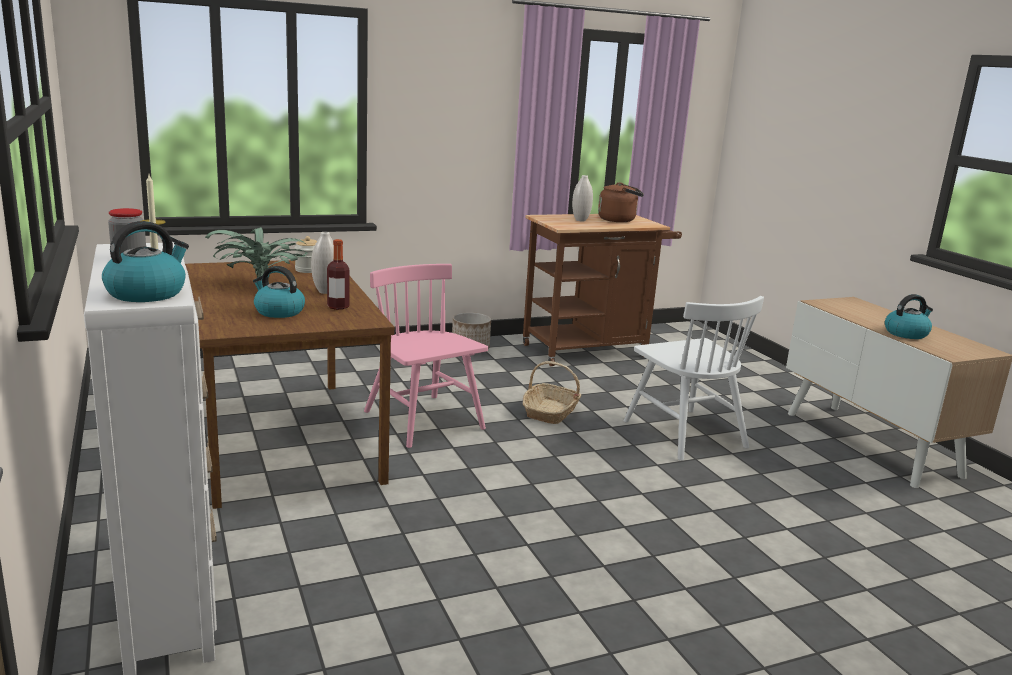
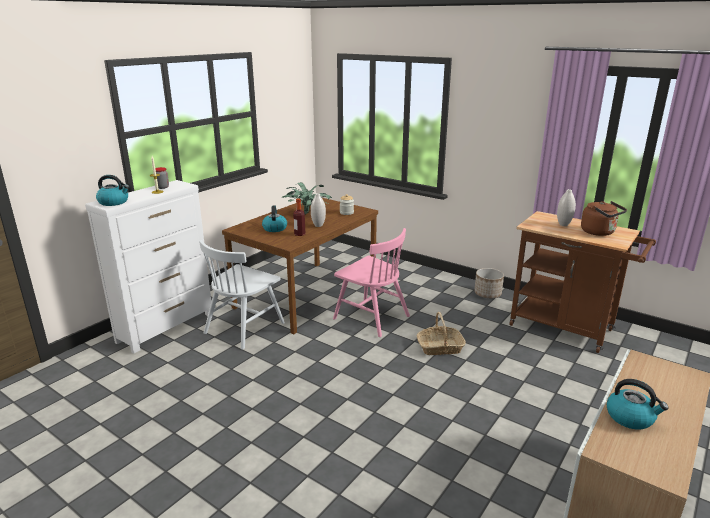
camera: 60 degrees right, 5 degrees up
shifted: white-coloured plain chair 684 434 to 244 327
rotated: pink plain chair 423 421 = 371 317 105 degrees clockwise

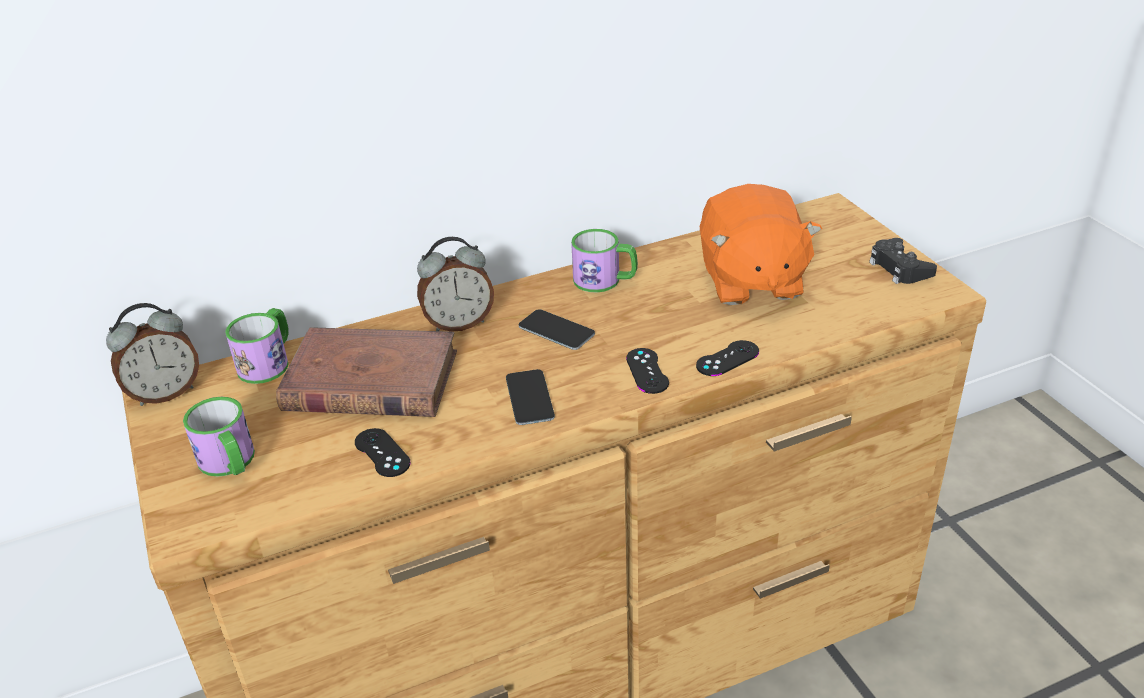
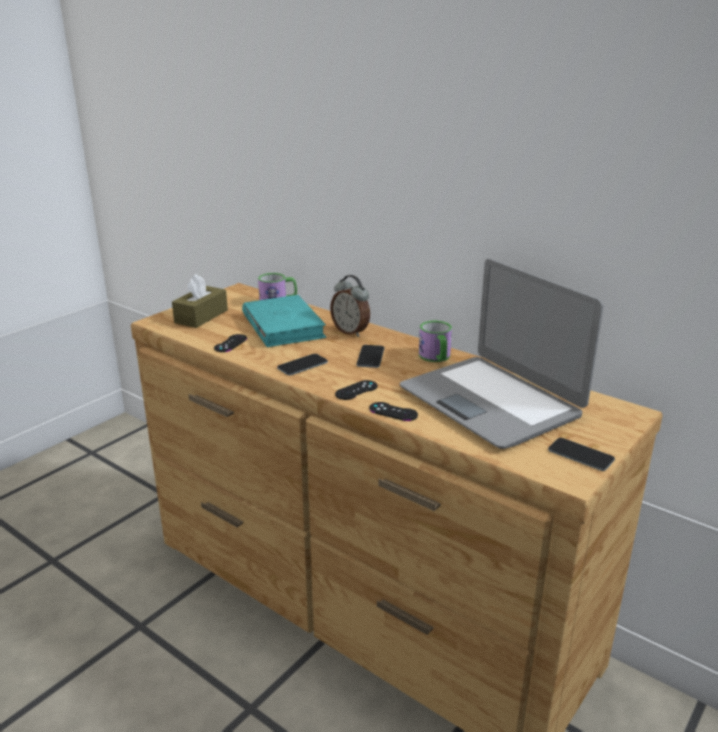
camera: 60 degrees right, 10 degrees down
gone: bedside clock 165 393
swapped: mug 230 463 to brown-coloured tissue holder 201 316; orange-coloured plush toy 750 281 to laptop 490 401; black gamepad 899 268 to handset 580 455
repainted: brown-coloured volume 370 381 to blue-green volume 283 326

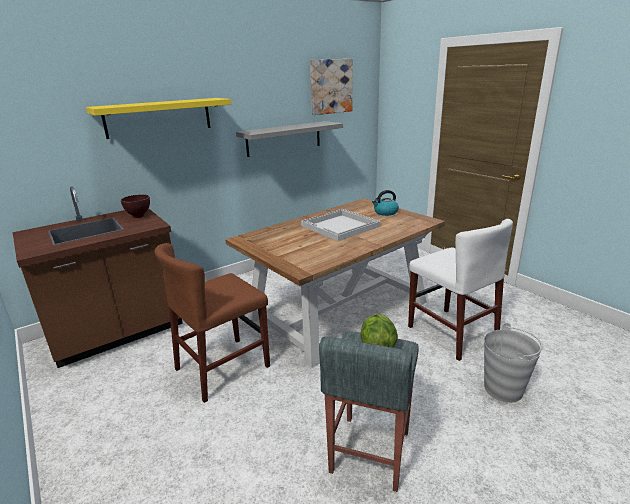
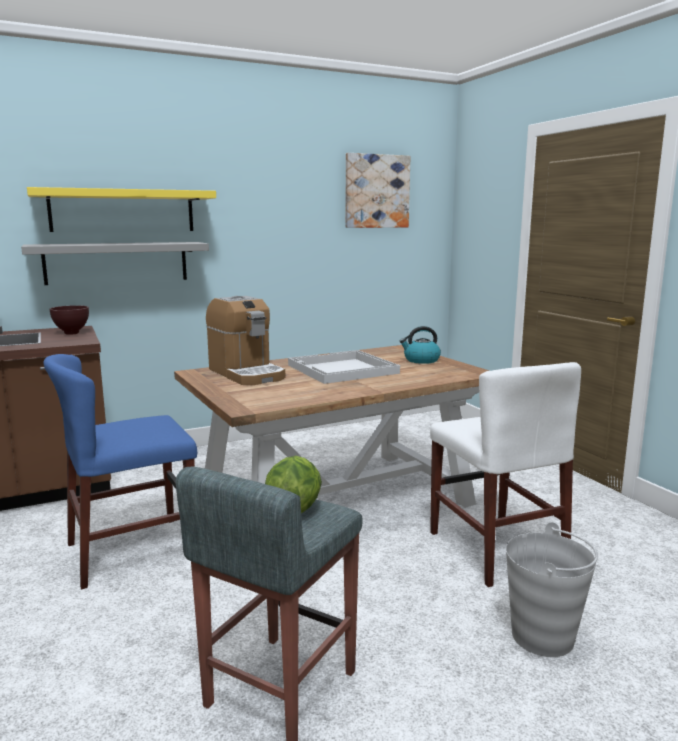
camera: 10 degrees right, 10 degrees down
new: coffee brewer 246 373
shifted: gray wall shelf 284 138 to 117 262
repainted: brown-coloured plain chair 223 367 to blue-coloured plain chair 132 550

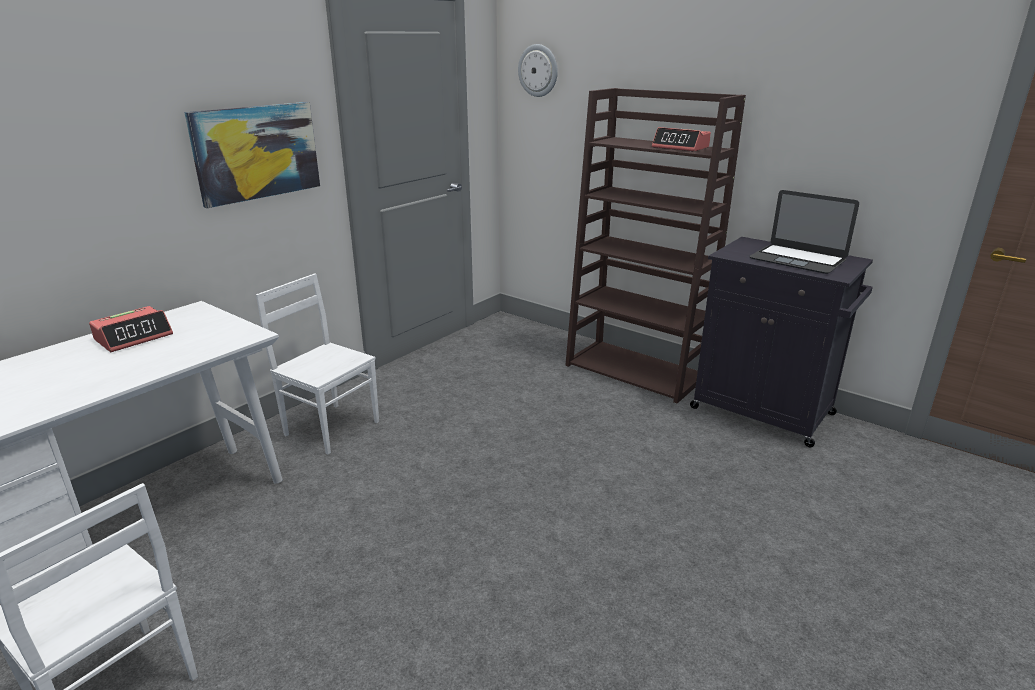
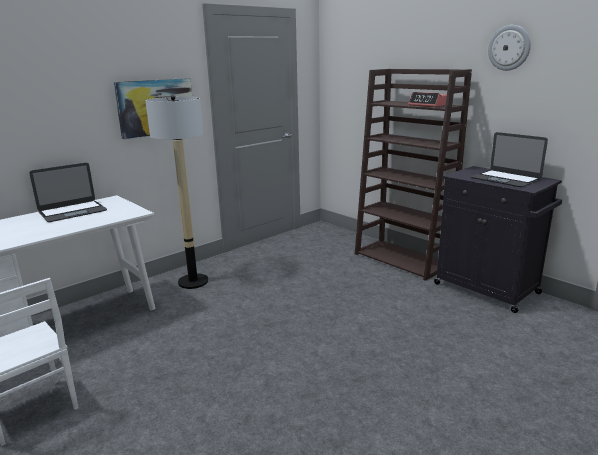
camera: 10 degrees right, 5 degrees down
shifted: wall clock 538 70 to 509 48
swapped: bedside clock 134 337 to laptop 72 211; white-coloured plain chair 332 427 to standing lamp 193 281

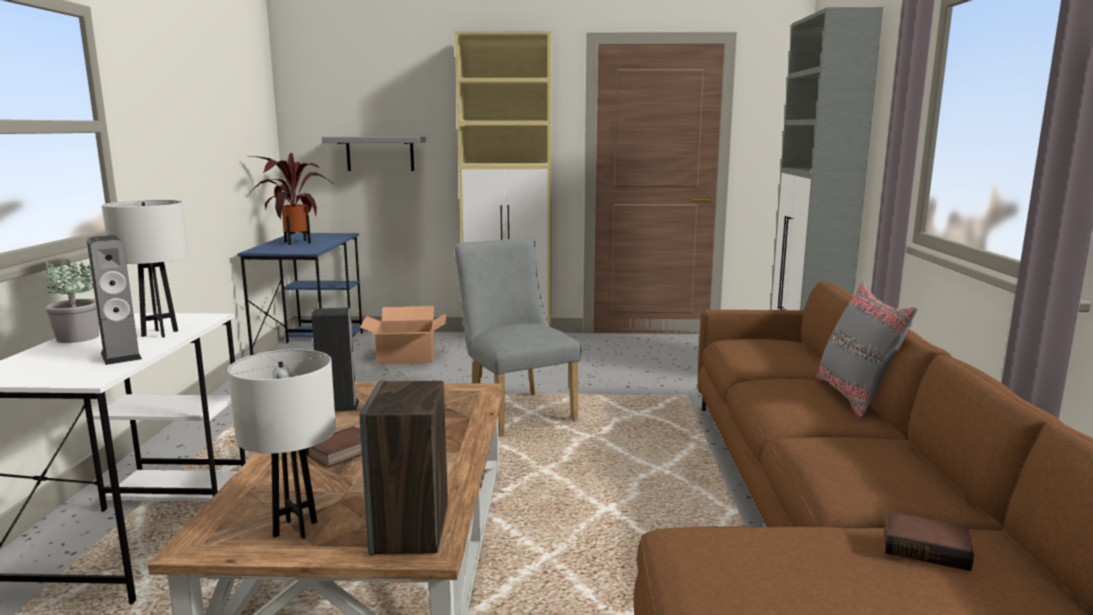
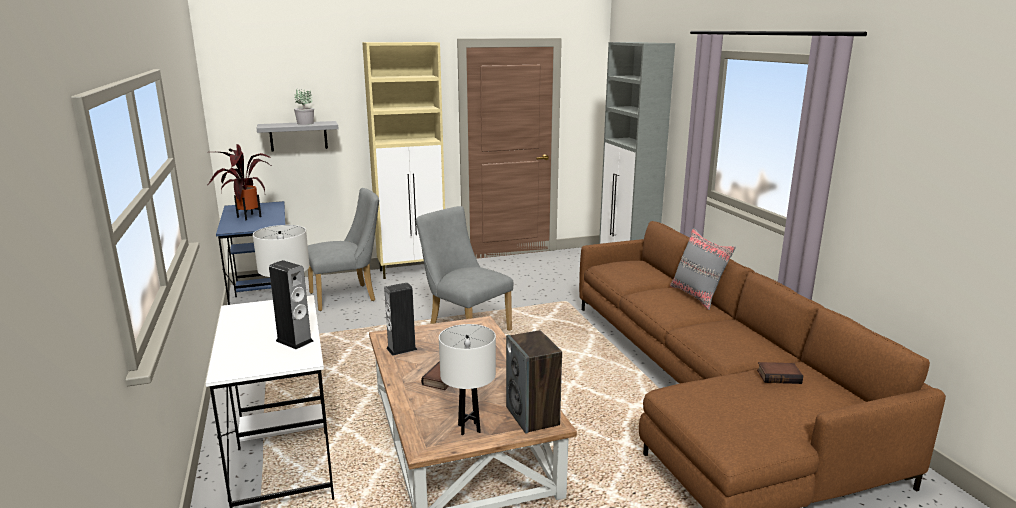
camera: 20 degrees left, 5 degrees up
shifted: plant in a pot 77 338 to 305 123
swapped: carton 406 356 to gray plain chair 348 296

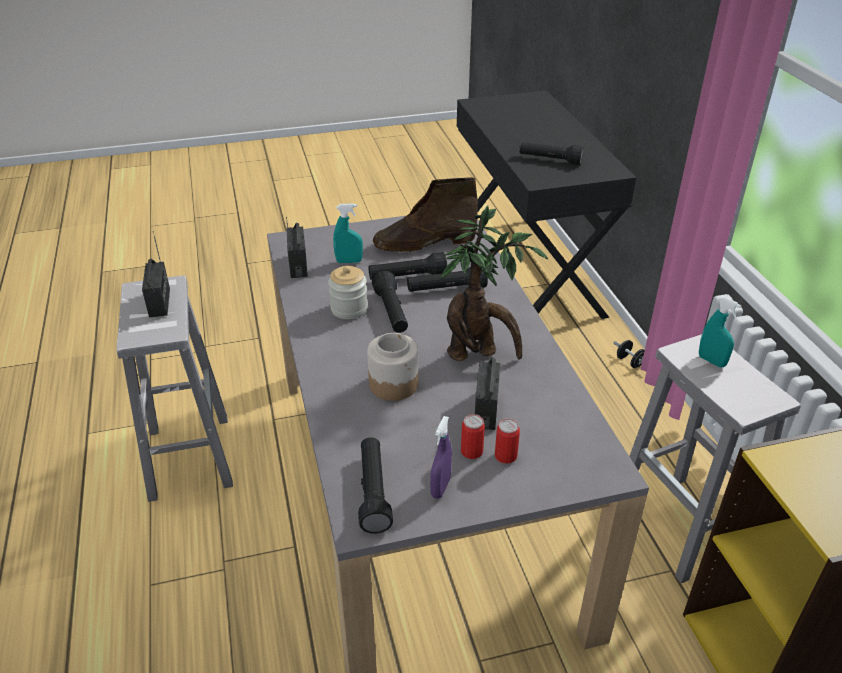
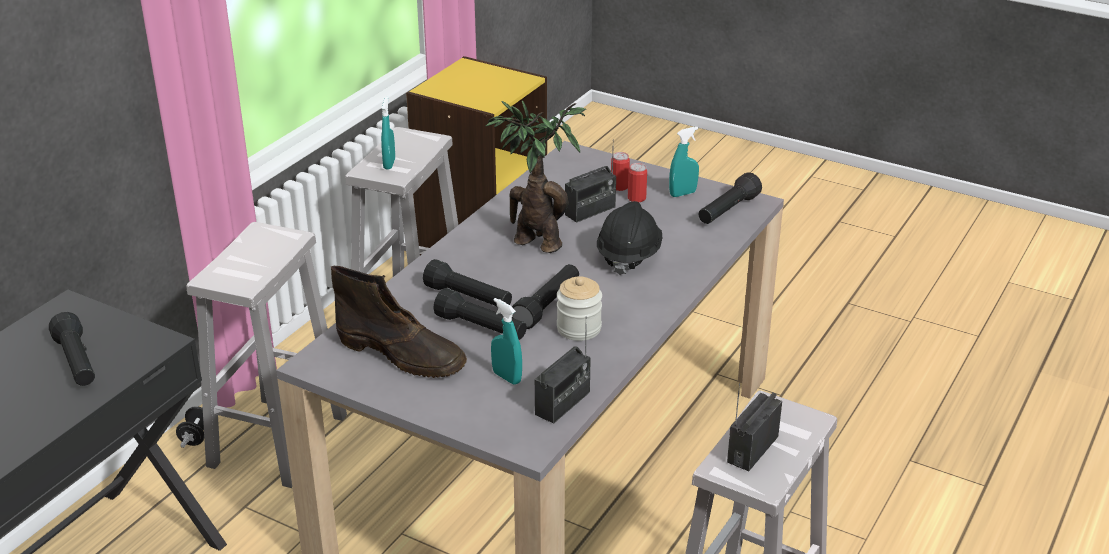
camera: 135 degrees left, 5 degrees down
new: white-coloured stool seat 279 439
swapped: preserve jar 393 384 to black work helmet 629 255
repainted: purplish spray bottle 440 487 to blue-green spray bottle 683 194

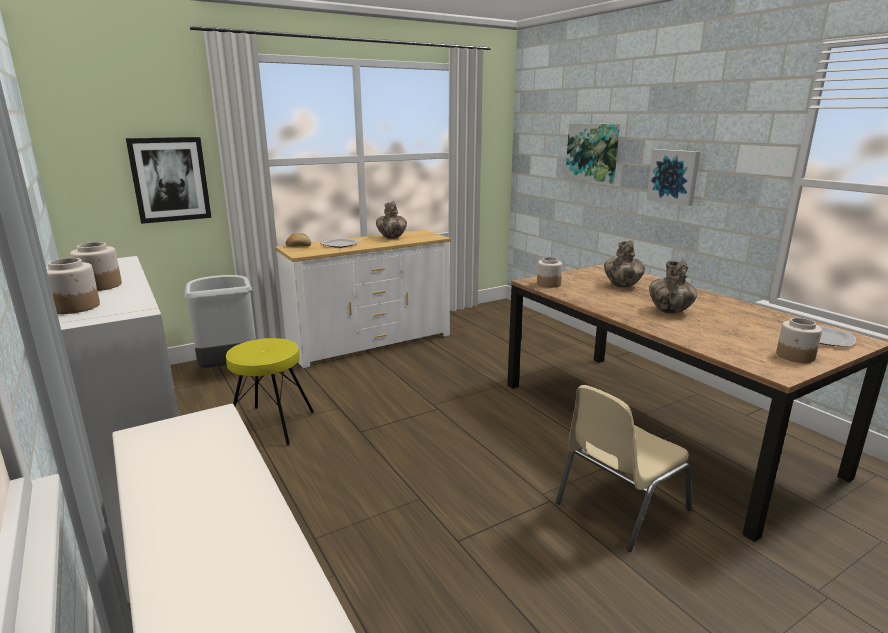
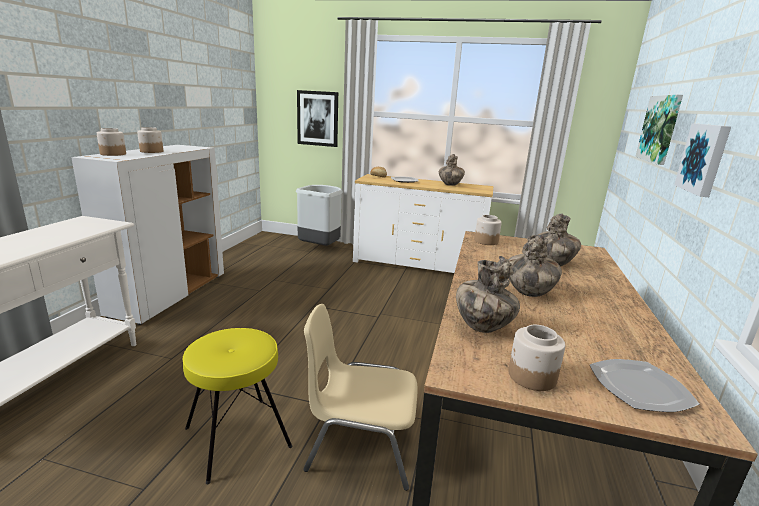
camera: 45 degrees right, 0 degrees up
new: vase 482 327
shifted: yellow-coloured stool seat 271 425 to 238 436

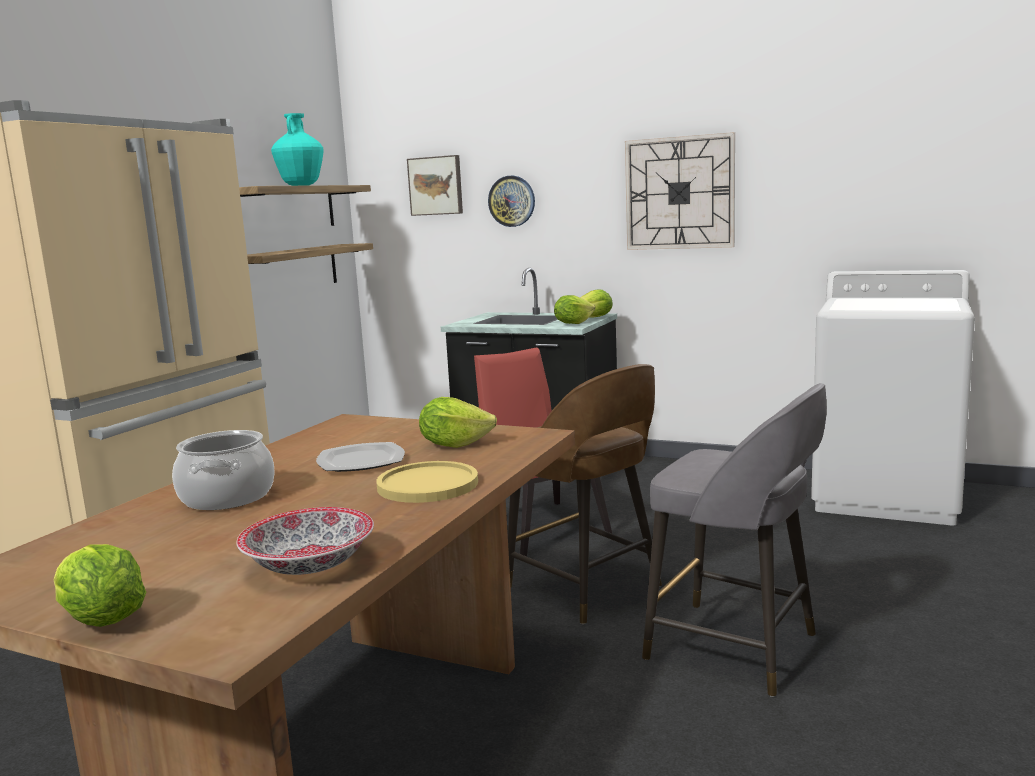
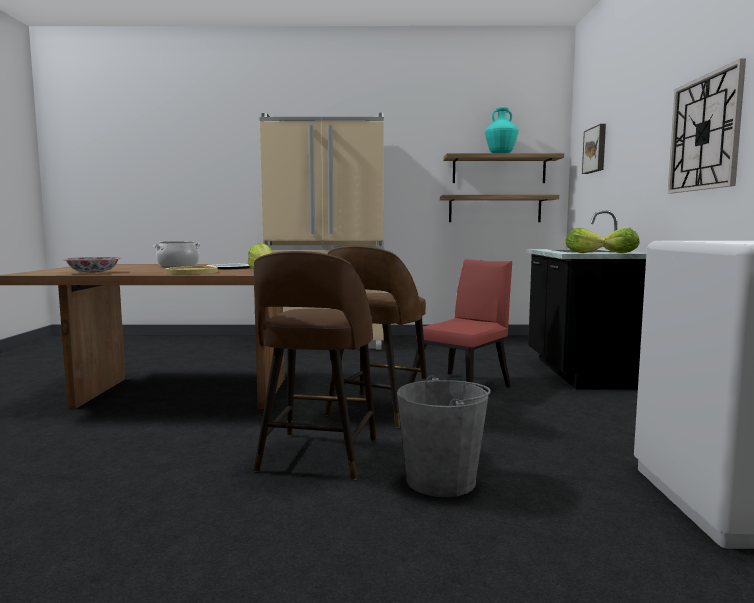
camera: 65 degrees right, 5 degrees down
gone: head of lettuce 101 620; wall clock 512 201
new: gray water bucket 441 480
repainted: gray stool seat 736 648 to brown-coloured stool seat 317 456

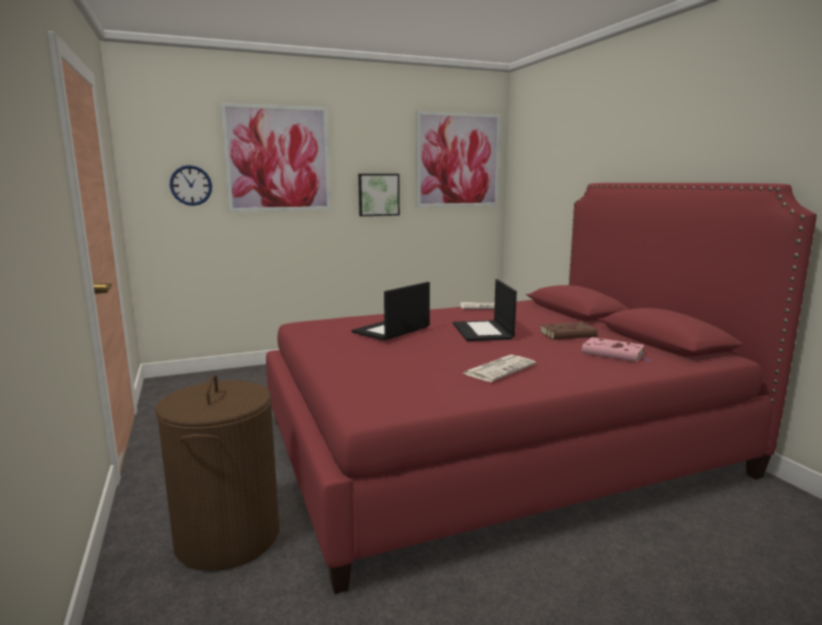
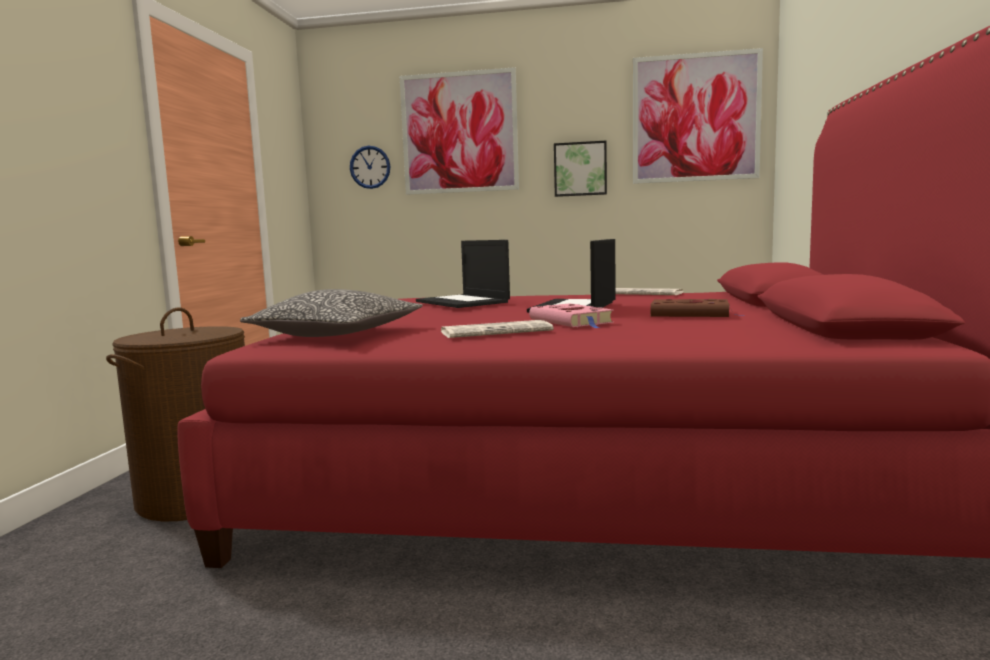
camera: 30 degrees right, 5 degrees down
new: pillow 337 334
shifted: pink volume 614 354 to 572 321
rotated: laptop 391 330 = 463 302 105 degrees counterclockwise

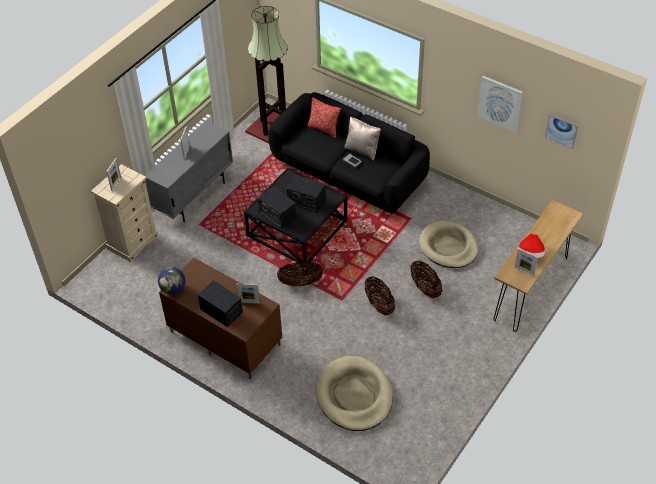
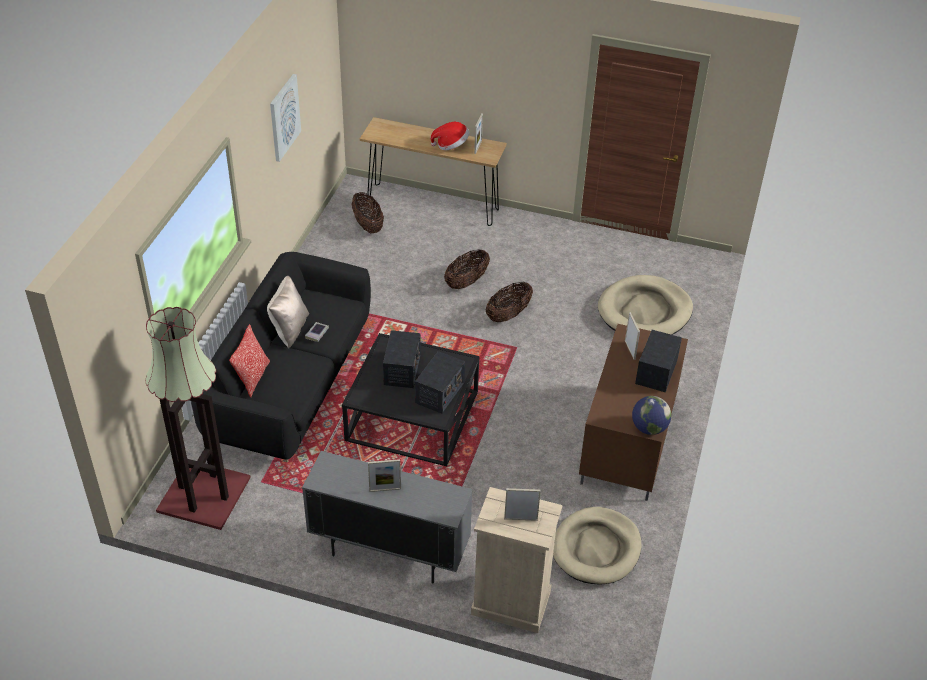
camera: 110 degrees left, 5 degrees down
gone: wall picture 562 130
shifted: household basket 300 282 to 368 225; sand-coloured dog bed 448 247 to 596 548

